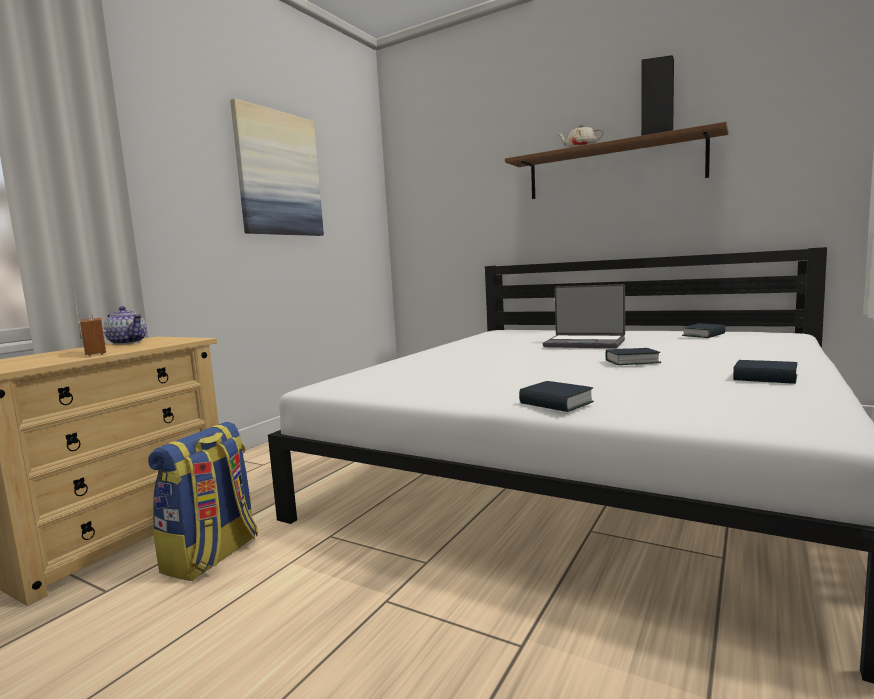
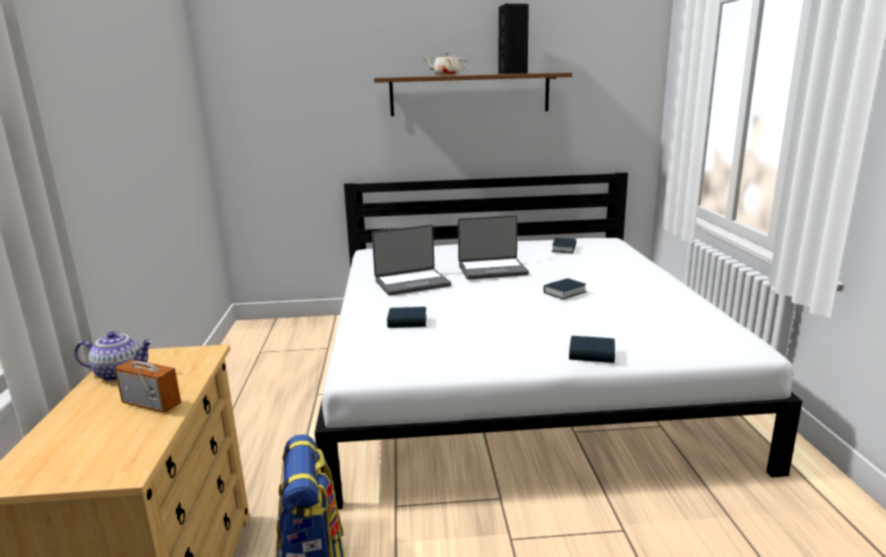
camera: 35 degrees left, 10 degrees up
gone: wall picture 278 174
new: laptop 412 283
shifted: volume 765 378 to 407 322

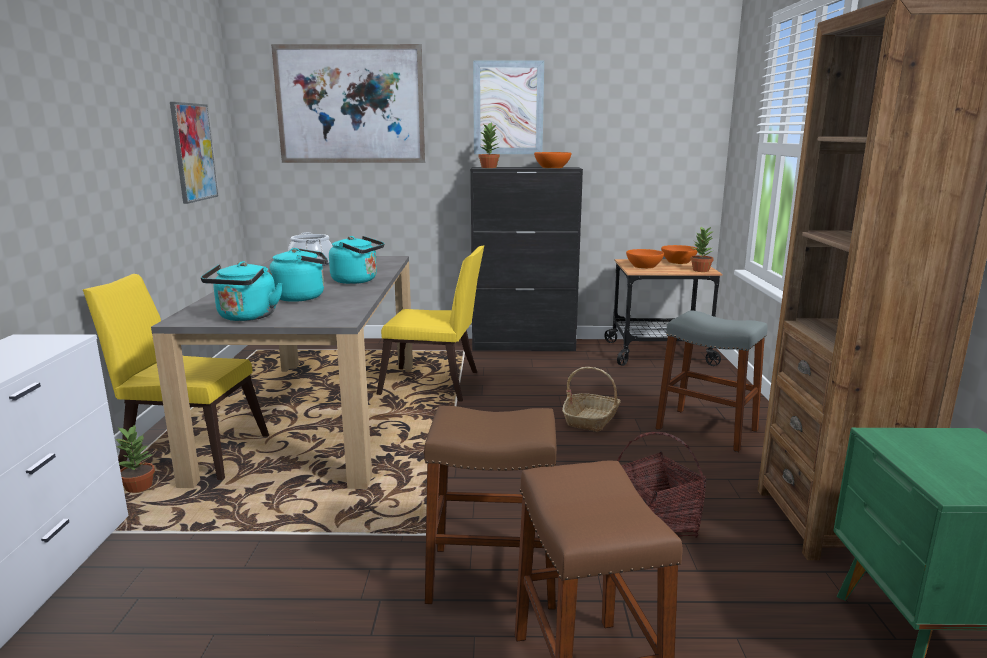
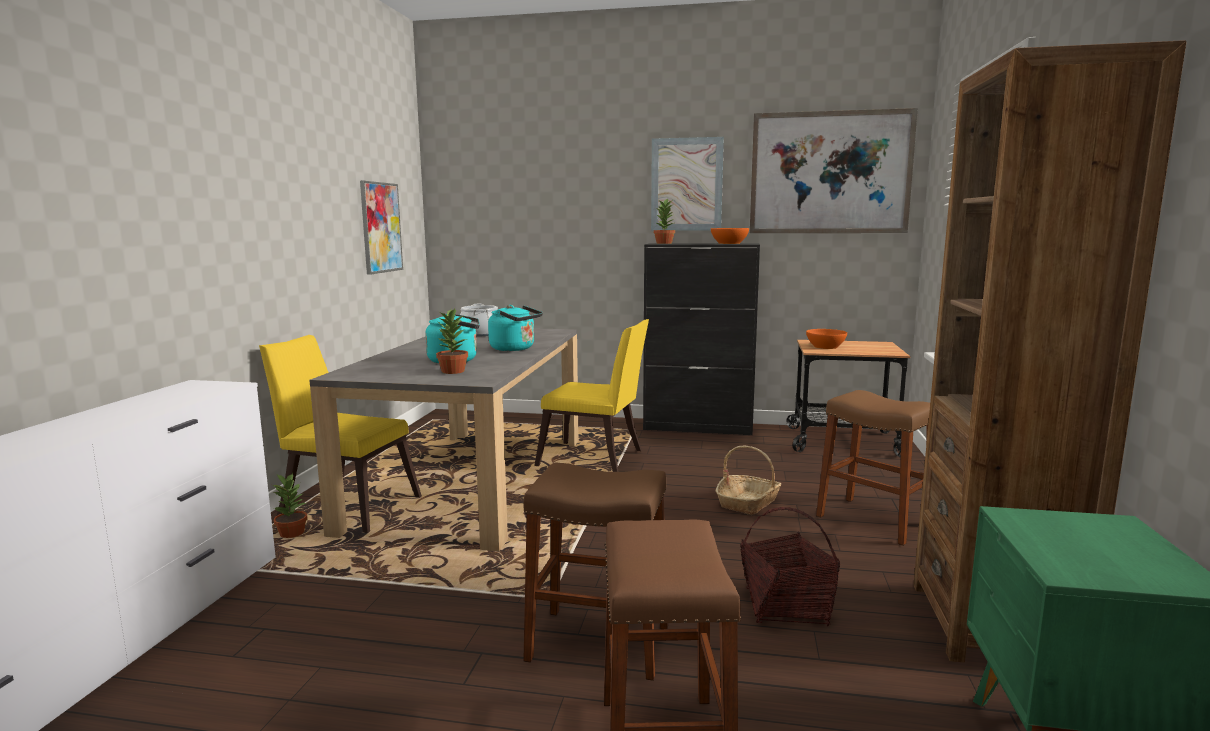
camera: 10 degrees right, 5 degrees down
gone: blue-green water kettle 246 317; orange-coloured deep dish 678 262
shifted: plant in a pot 700 270 to 452 371; wall picture 350 105 to 830 173
repainted: gray stool seat 706 429 to brown-coloured stool seat 874 520

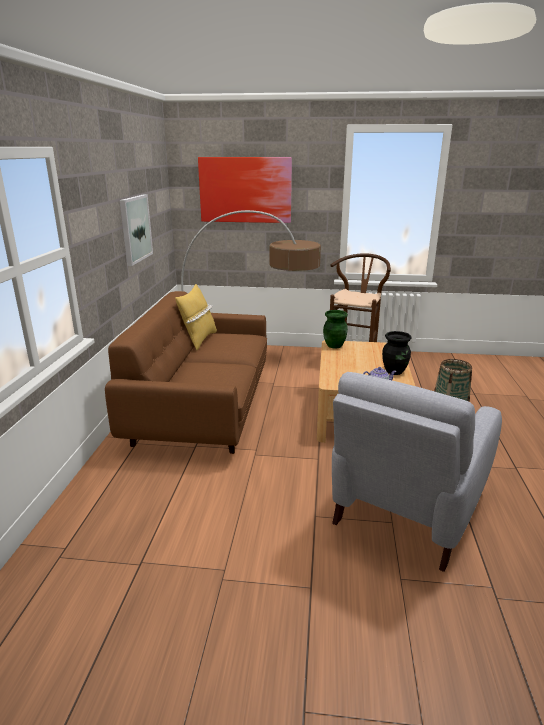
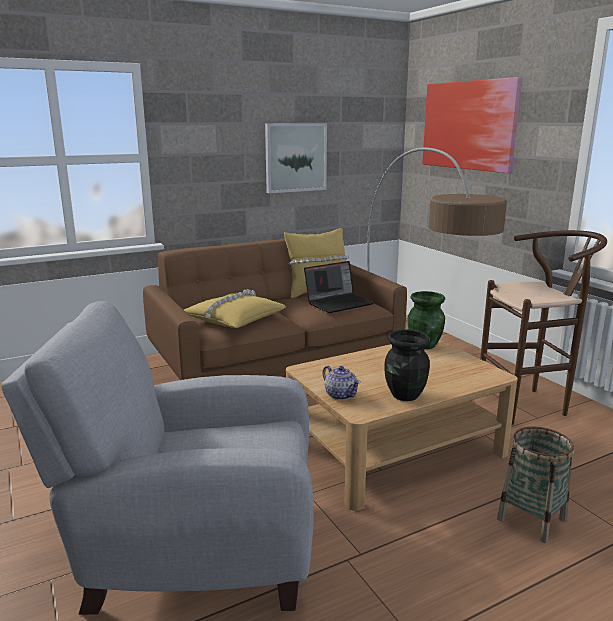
camera: 55 degrees right, 5 degrees down
new: yellow-coloured pillow 233 319; laptop 339 303

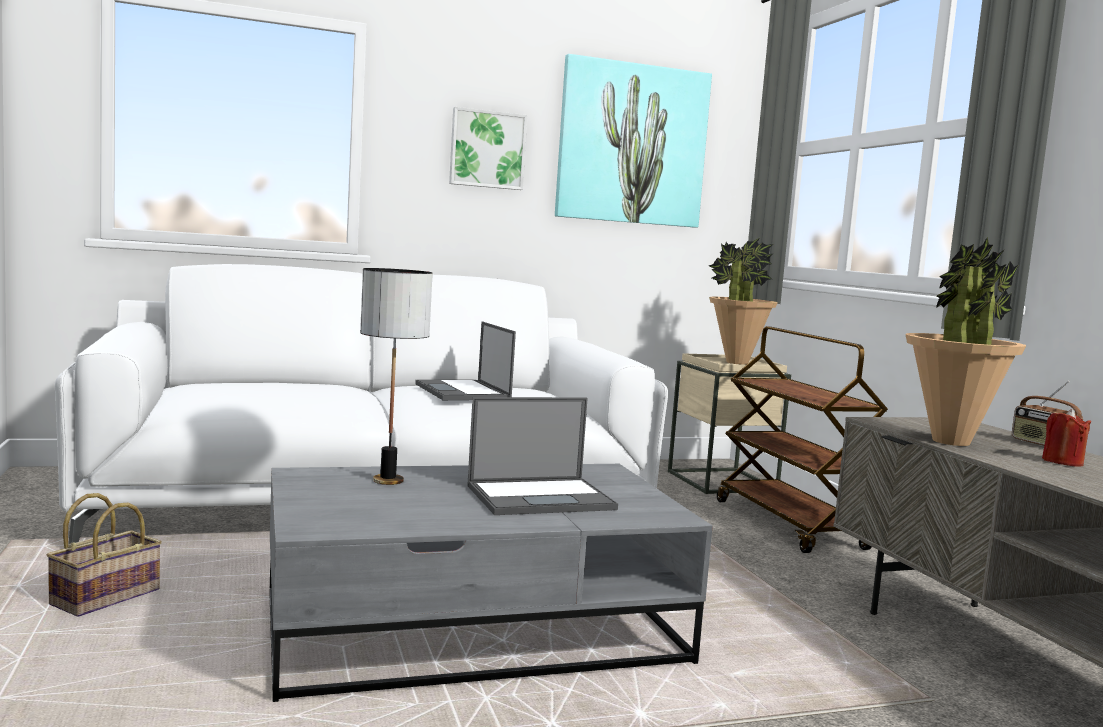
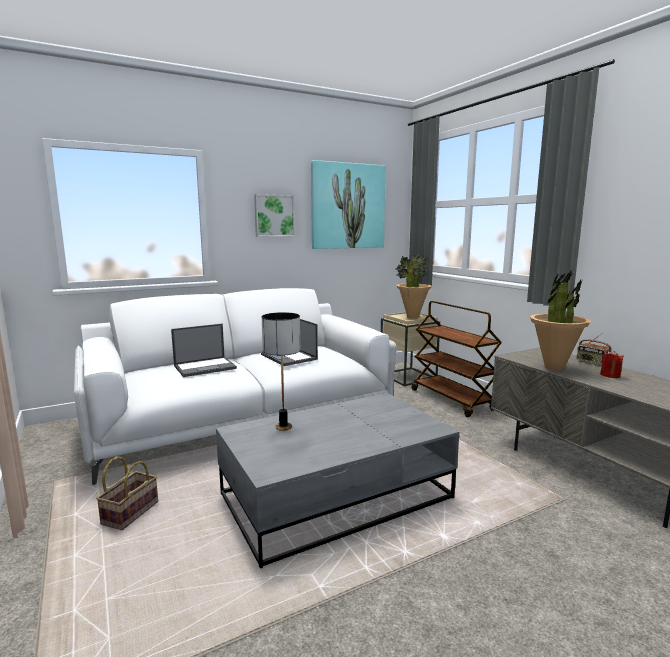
camera: 10 degrees left, 5 degrees up
shifted: laptop 542 497 to 205 367

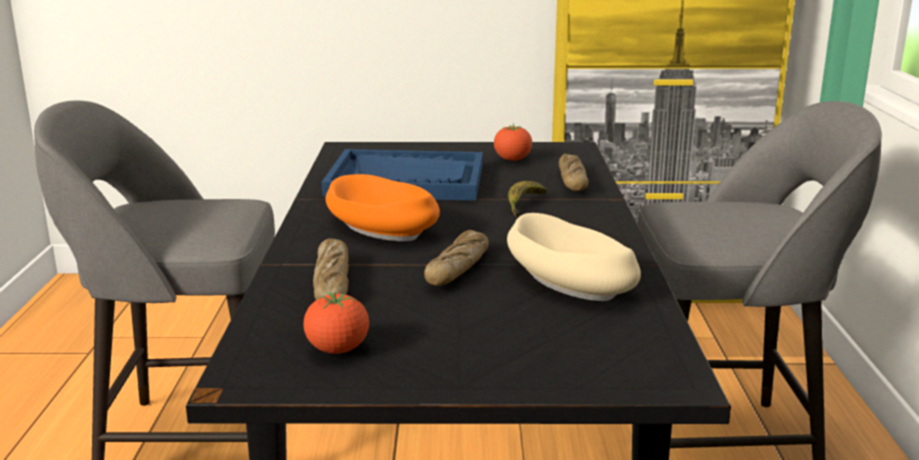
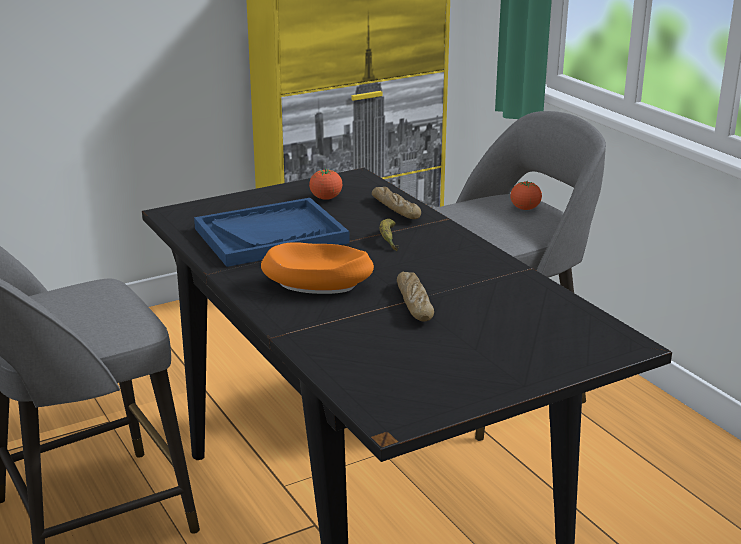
camera: 30 degrees left, 5 degrees up
gone: bread 332 283; sand-coloured deep dish 568 283
shifted: whole tomato 337 350 to 525 209

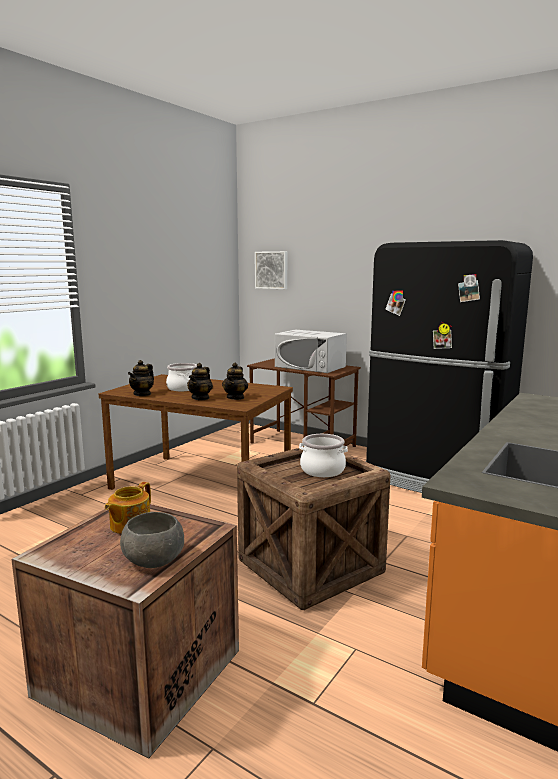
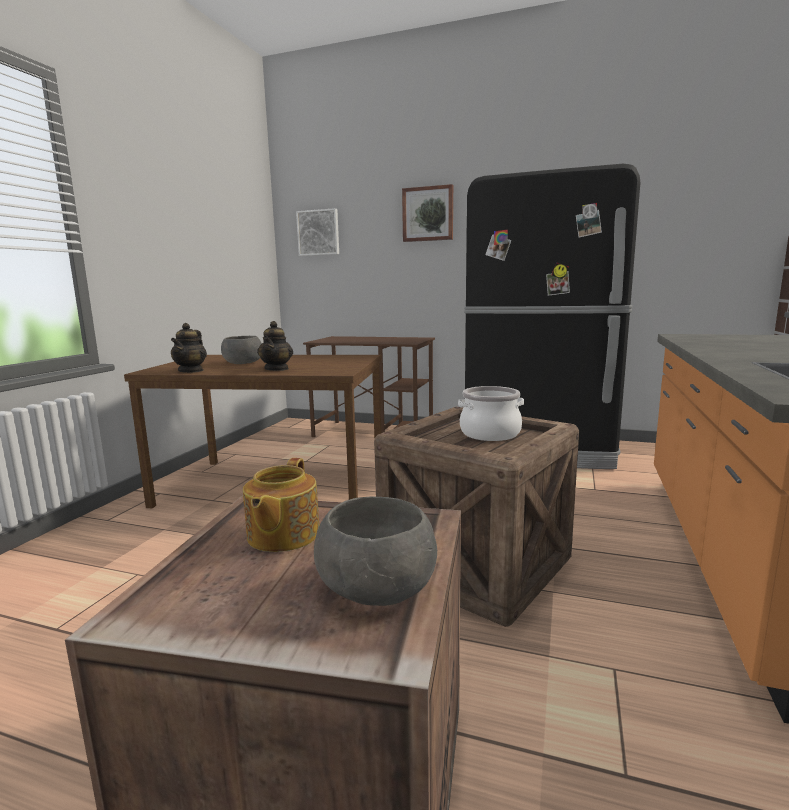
camera: 15 degrees left, 0 degrees up
gone: pot for tea 235 397; white-coloured microwave 310 366
new: wall picture 428 214
swapped: cooking pot 182 388 to gray deep dish 242 363

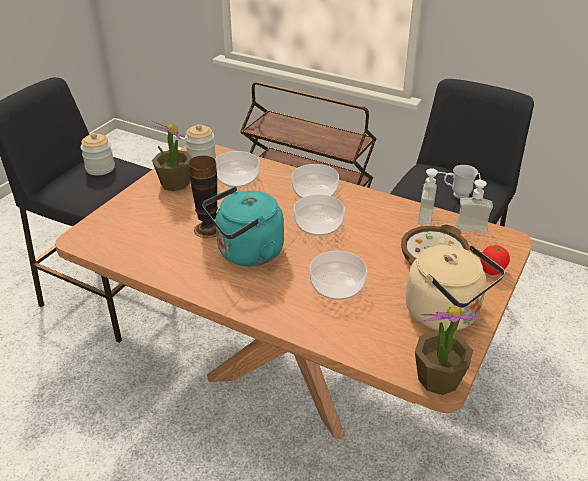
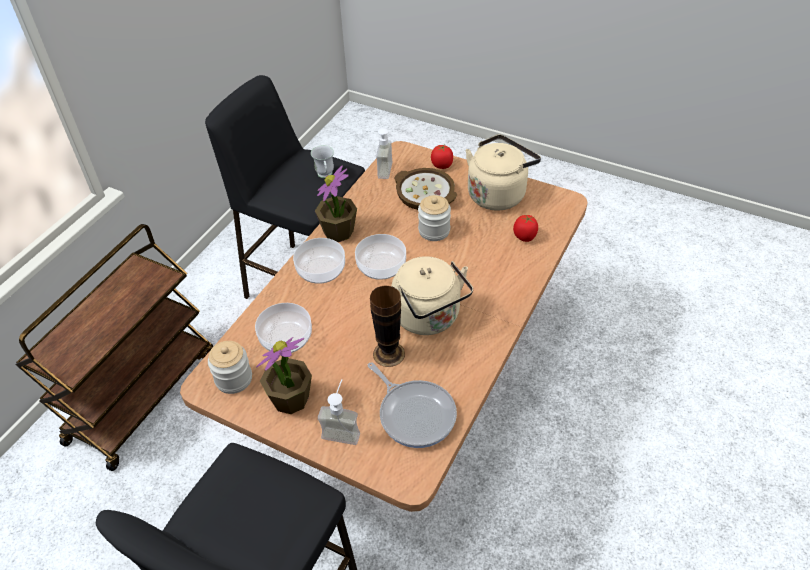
camera: 90 degrees left, 10 degrees up
gone: deep dish 337 286
new: frying pan 415 413; whole tomato 525 237
shifted: plant in a pot 438 379 to 338 232; soap dispenser 431 218 to 343 429; preserve jar 100 168 to 434 231
repainted: blue-green water kettle 246 253 to sand-coloured water kettle 429 318

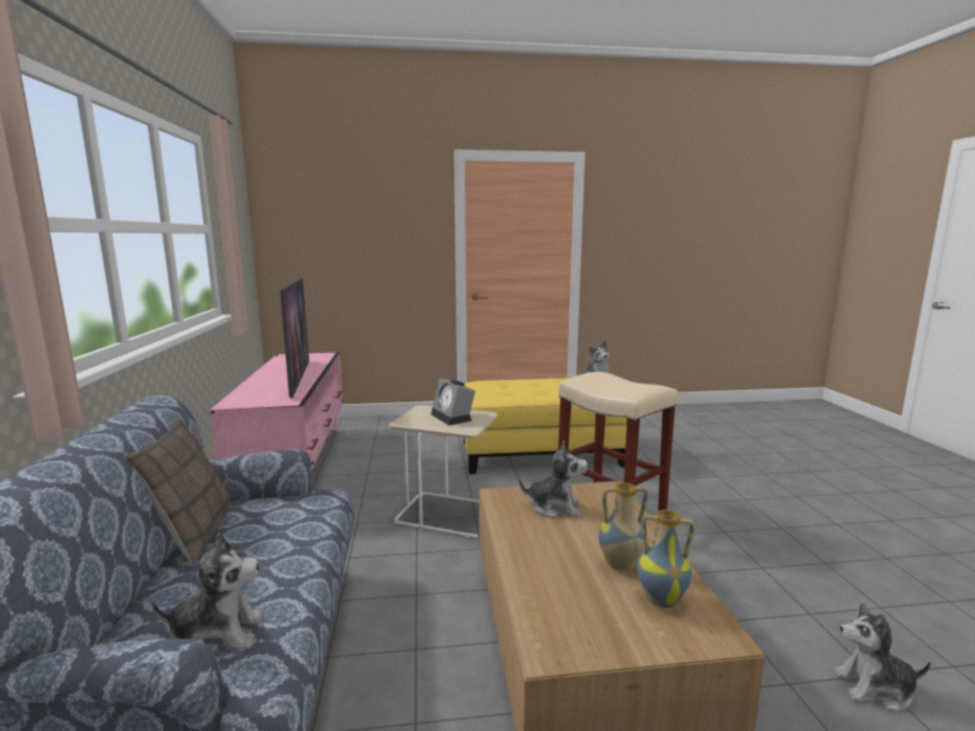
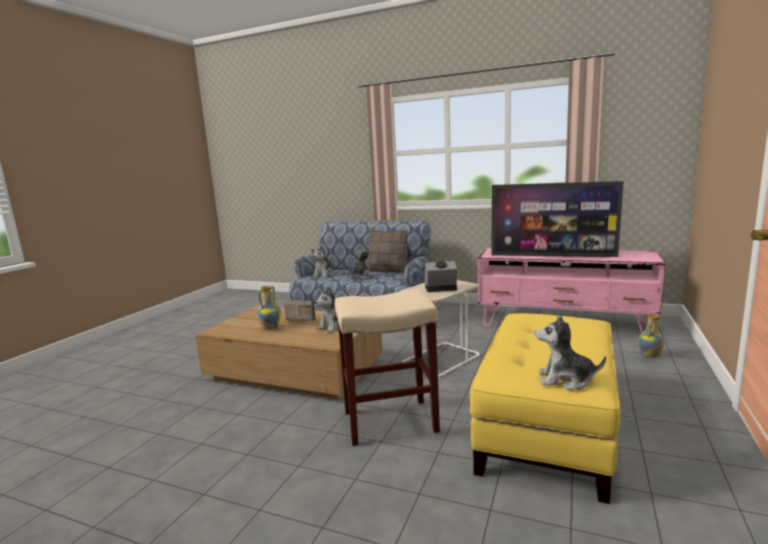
camera: 120 degrees right, 0 degrees up
new: radio set 301 318
shifted: plush toy 875 688 to 360 277; vase 661 599 to 650 355

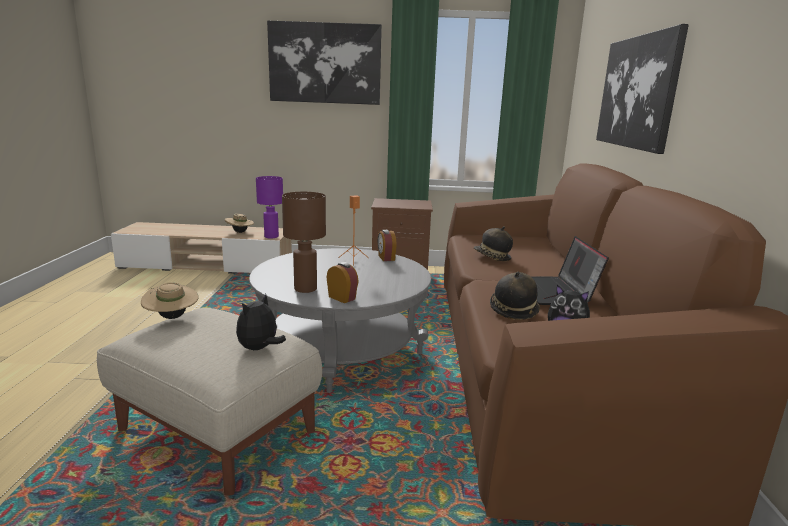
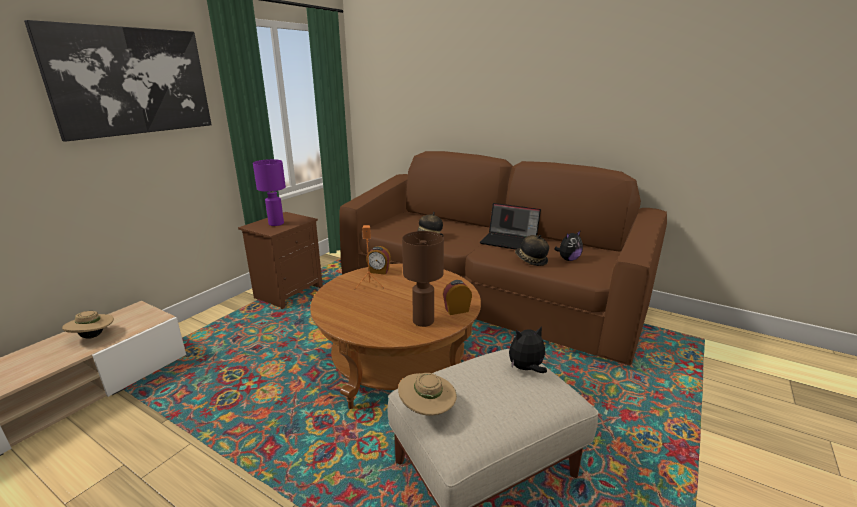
camera: 60 degrees left, 5 degrees up
gone: wall picture 637 92
shifted: purplish tabletop lamp 272 237 to 276 223
repainted: gray coffee table 341 350 to brown-coloured coffee table 399 364
rotated: plush toy 259 349 = 526 369 105 degrees clockwise

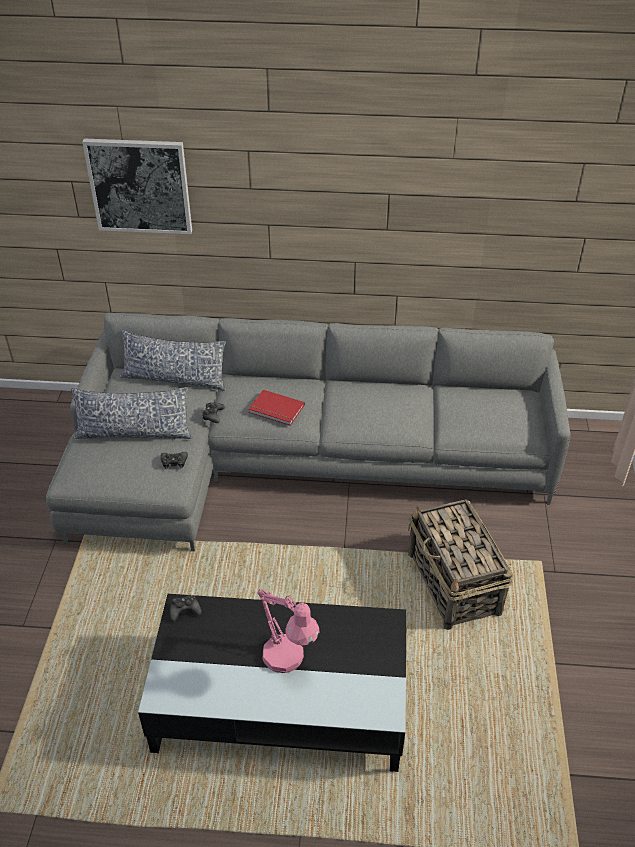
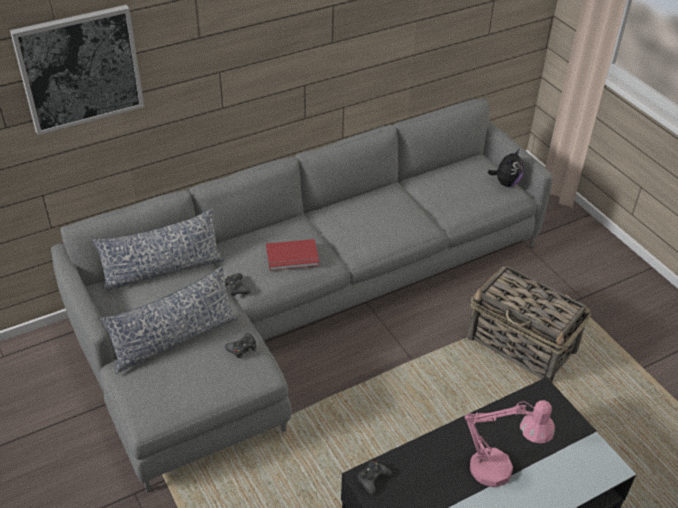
camera: 35 degrees left, 0 degrees up
new: plush toy 506 183

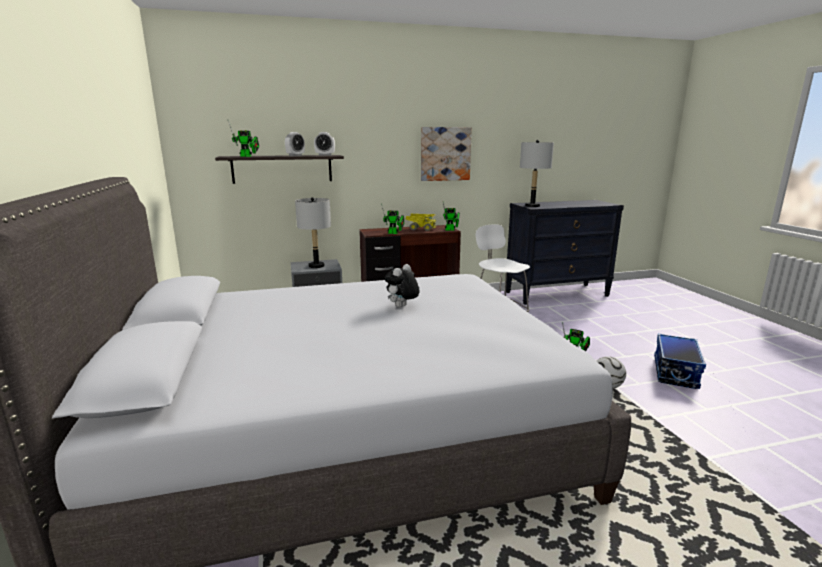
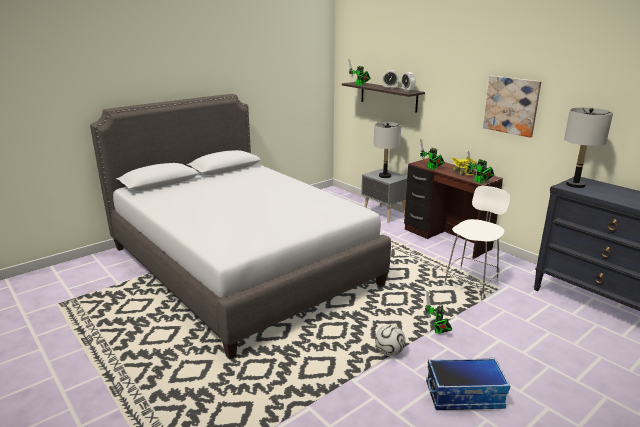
camera: 65 degrees right, 5 degrees up
gone: plush toy 402 307

